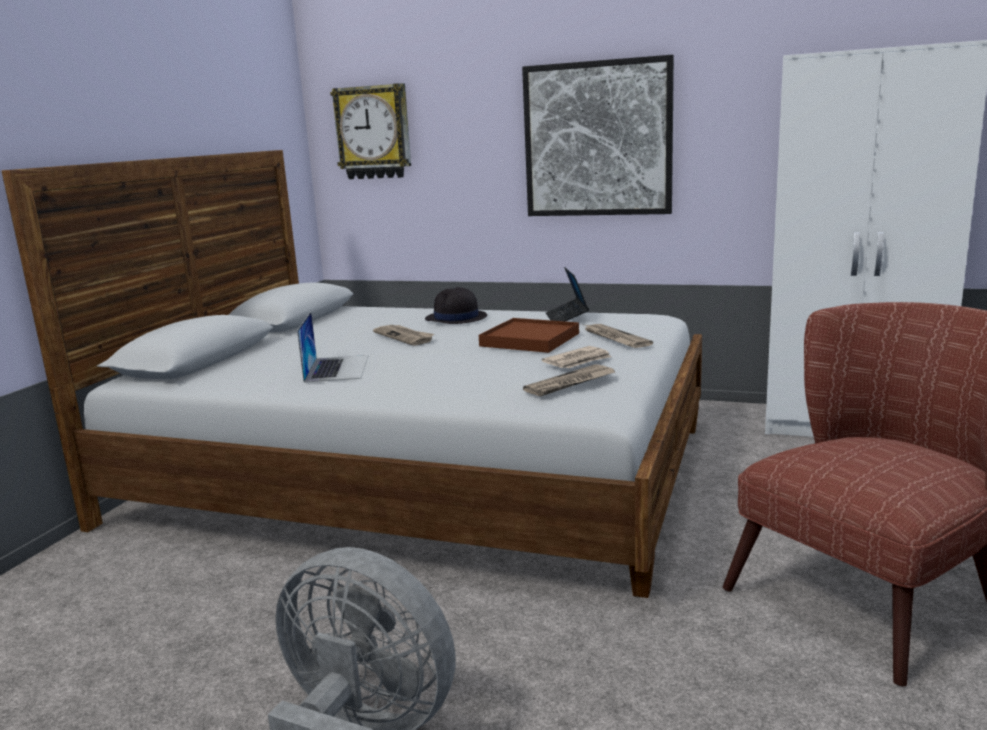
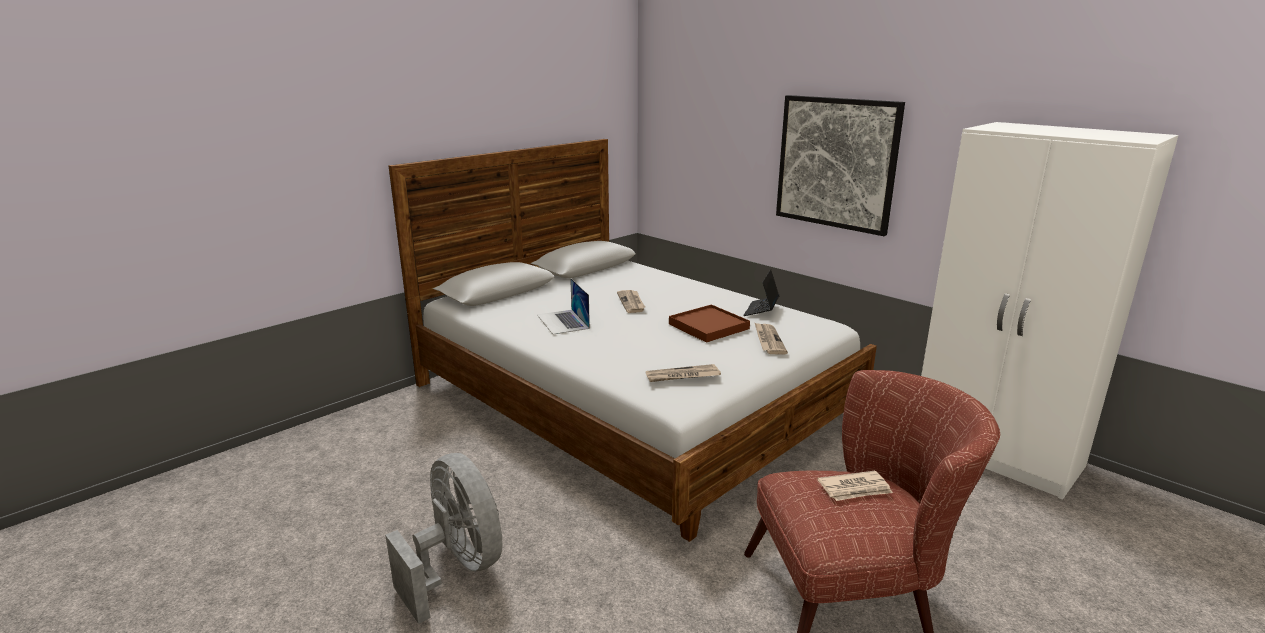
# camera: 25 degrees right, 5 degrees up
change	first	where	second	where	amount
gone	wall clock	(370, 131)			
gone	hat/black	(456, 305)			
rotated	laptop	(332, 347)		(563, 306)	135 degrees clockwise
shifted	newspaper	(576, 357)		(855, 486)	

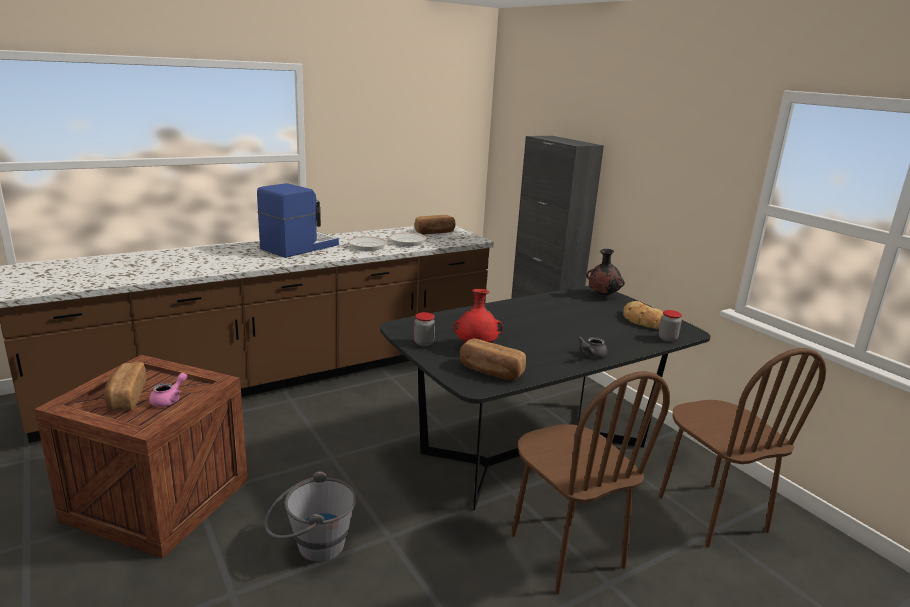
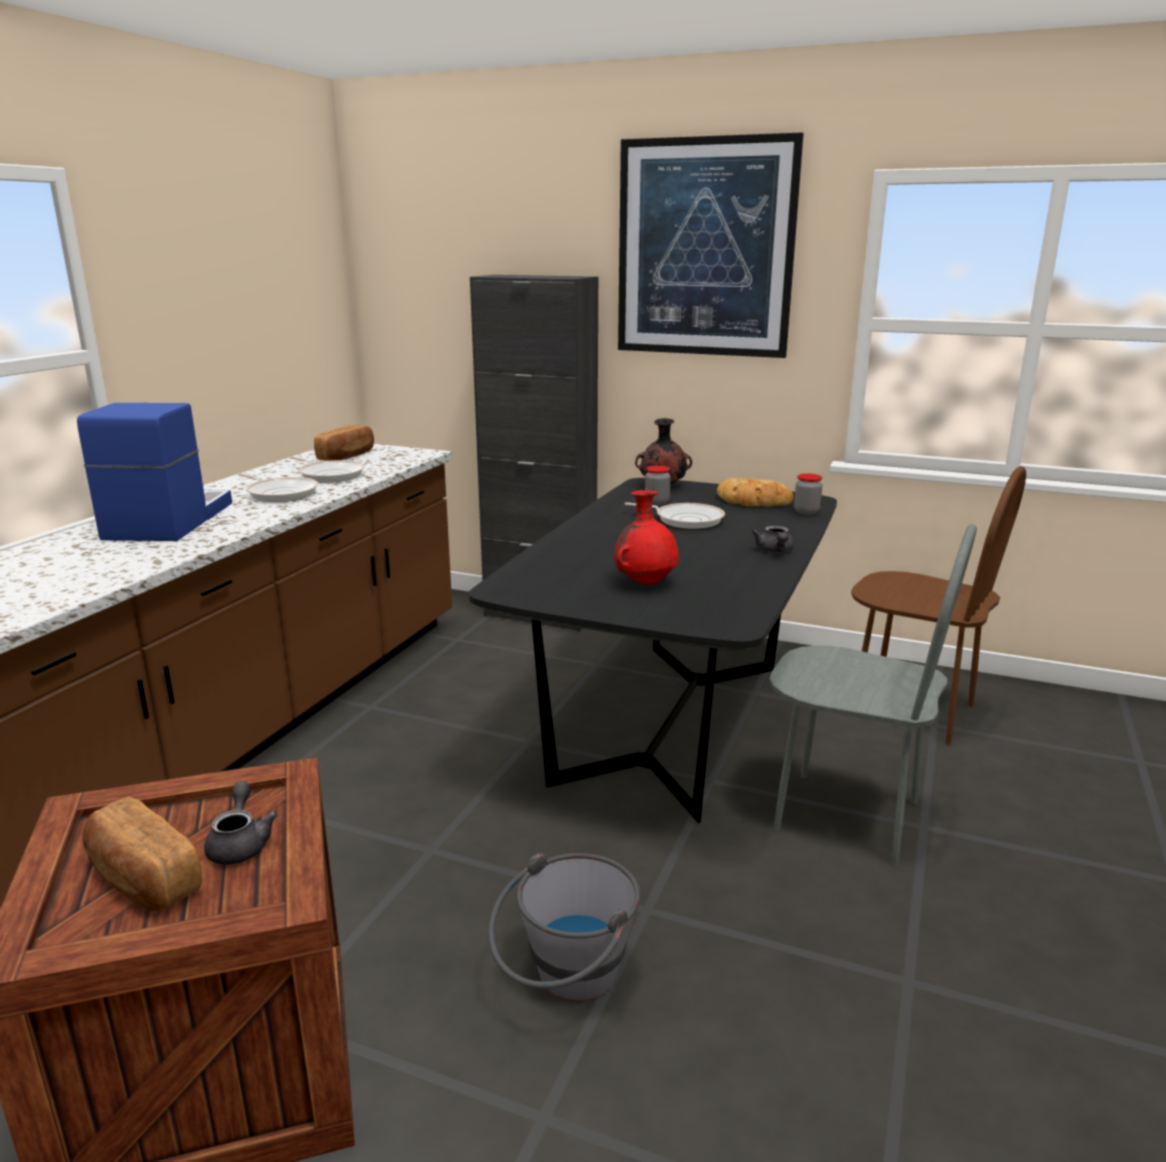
# camera: 35 degrees left, 0 degrees up
change	first	where	second	where	amount
shifted	jar	(424, 329)		(658, 486)	
gone	bread	(493, 359)			
repainted	chair/brown	(590, 482)	chair/grey	(873, 695)	
repainted	teapot/pink	(168, 390)	teapot/grey	(241, 823)	
new			picture	(711, 245)	
new			frying pan	(675, 515)	

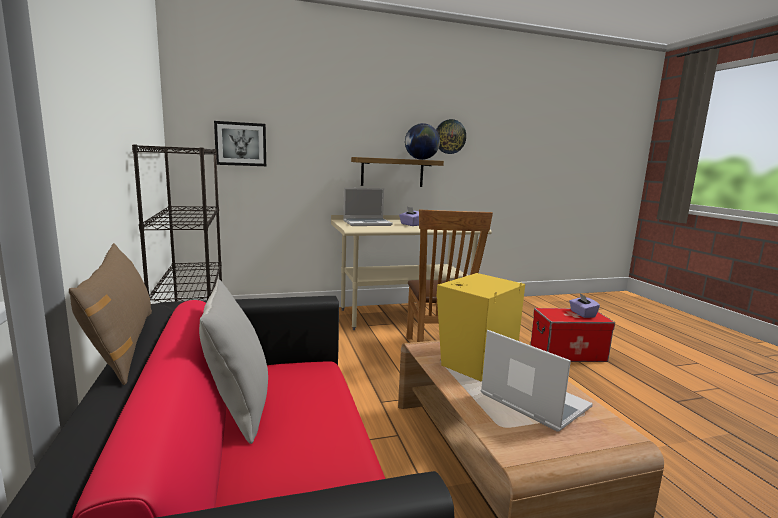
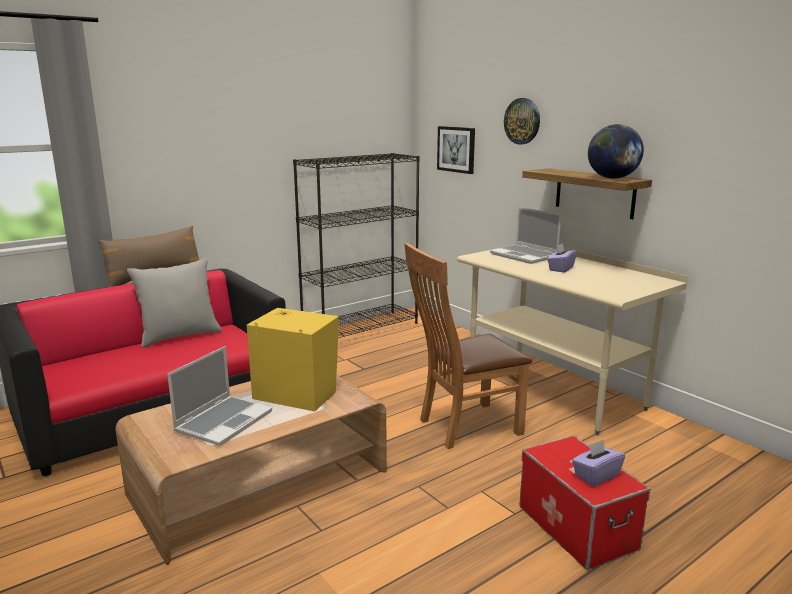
# camera: 70 degrees right, 5 degrees up
change	first	where	second	where	amount
shifted	wall clock	(451, 136)		(522, 121)	

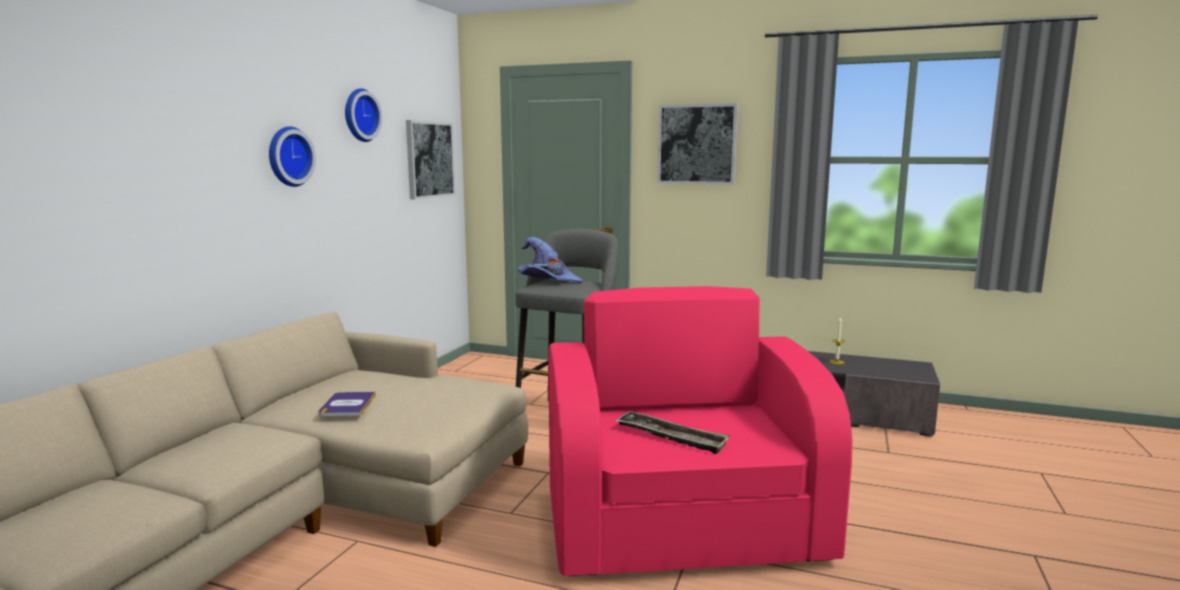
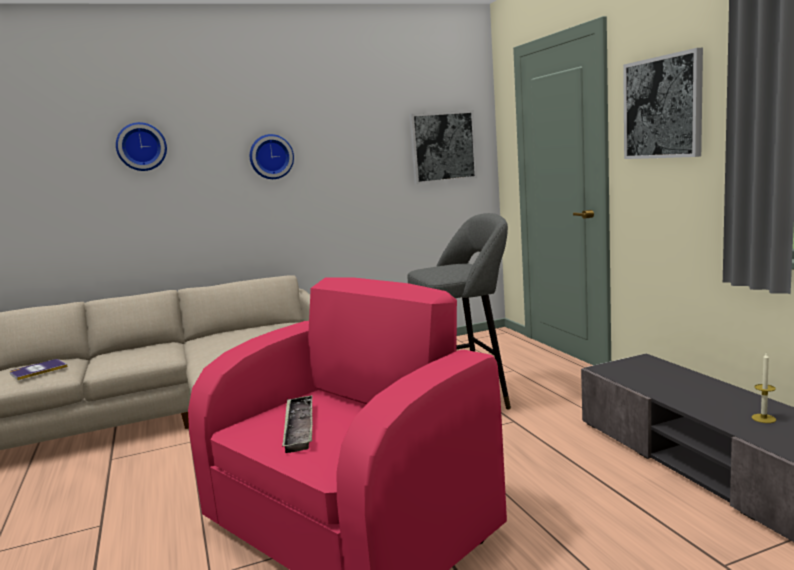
# camera: 50 degrees right, 0 degrees up
change	first	where	second	where	amount
shifted	wall clock	(363, 115)		(141, 146)	
gone	hat/purple	(550, 260)			
shifted	book	(347, 404)		(39, 369)	

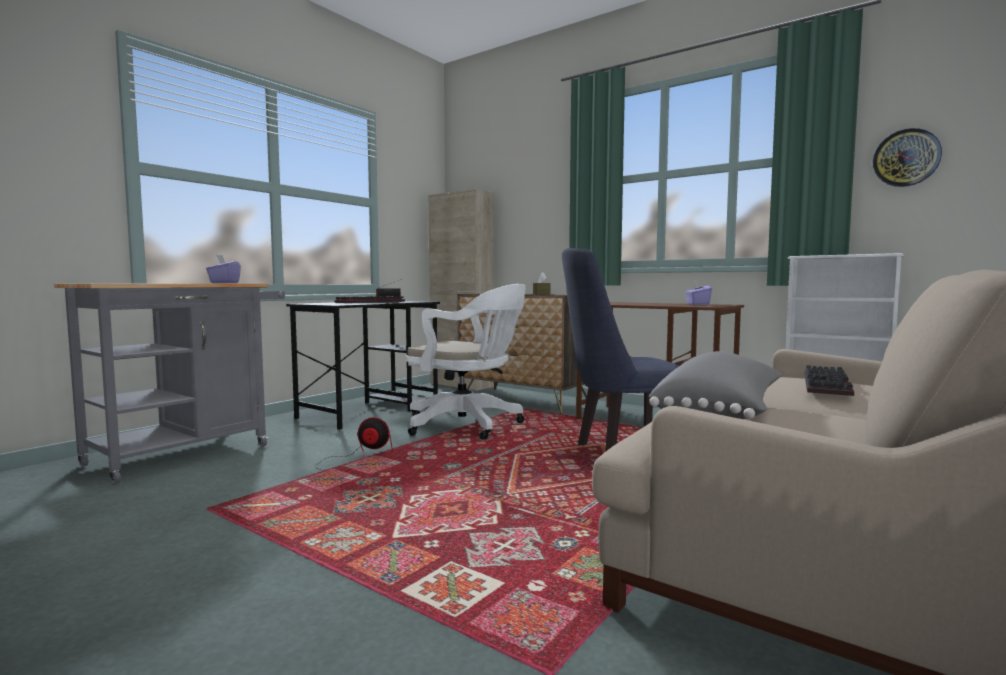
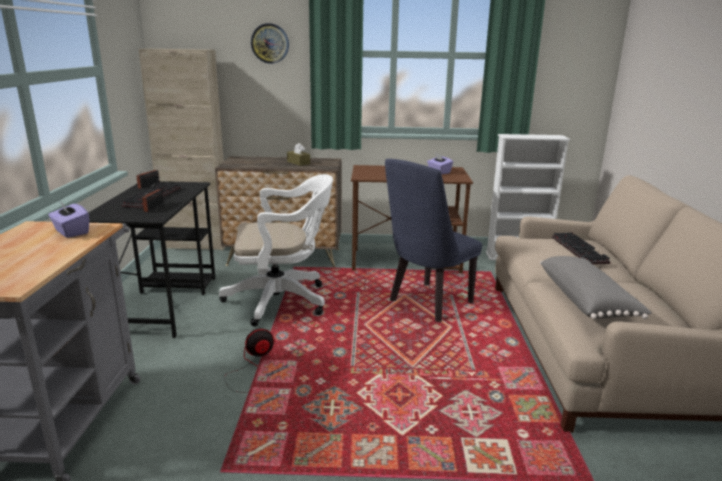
# camera: 35 degrees left, 15 degrees up
change	first	where	second	where	amount
shifted	wall clock	(907, 157)		(270, 43)	
new			radio	(153, 196)	

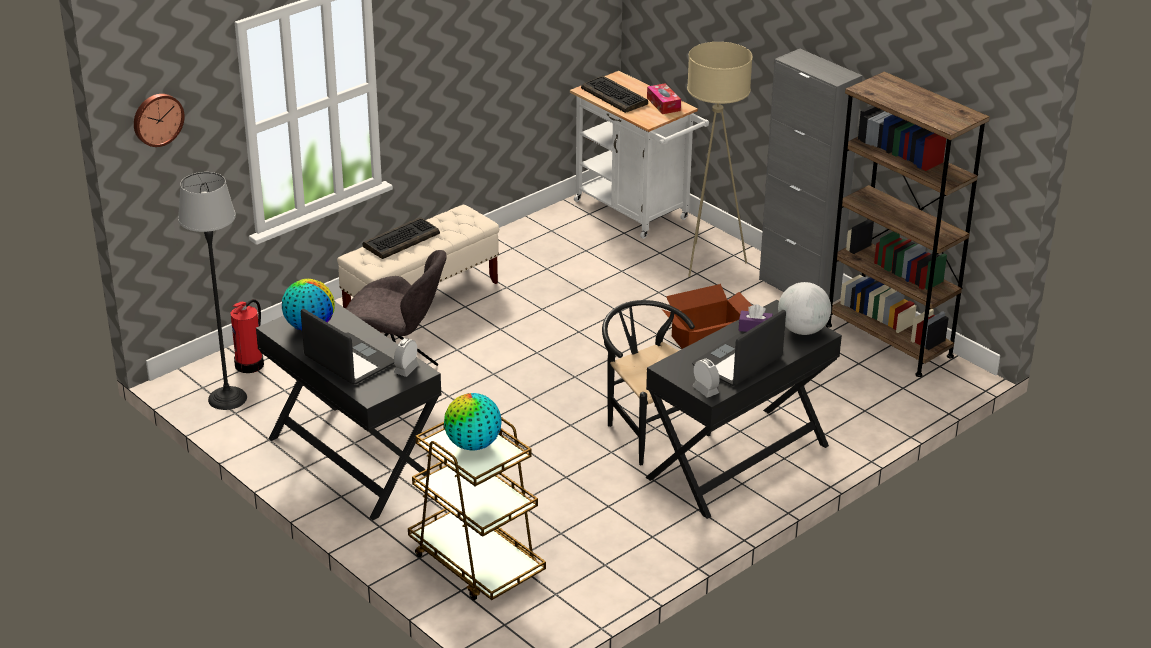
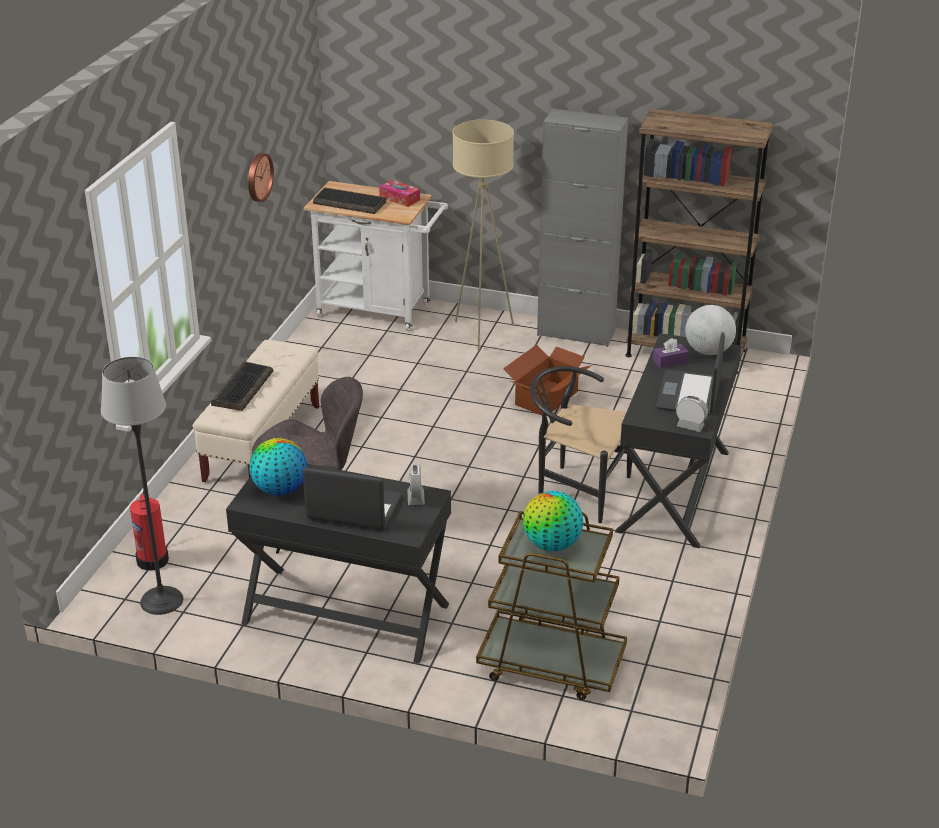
# camera: 30 degrees left, 0 degrees up
change	first	where	second	where	amount
shifted	wall clock	(159, 120)		(261, 177)	

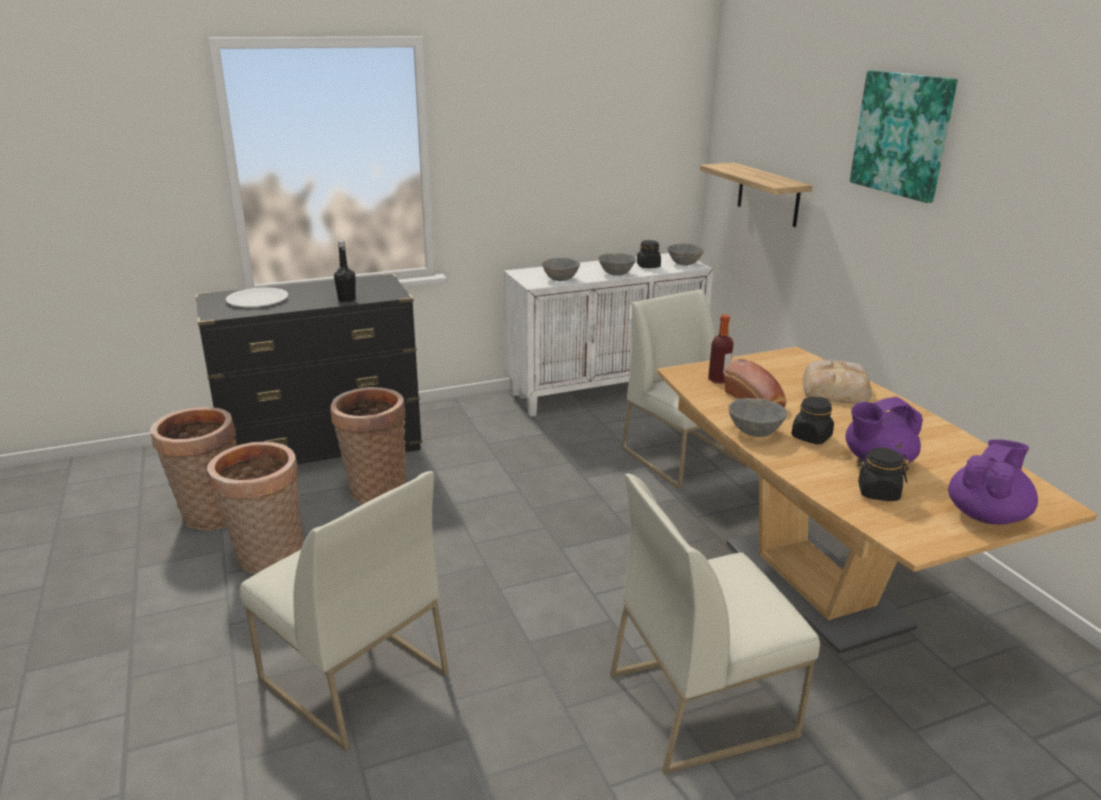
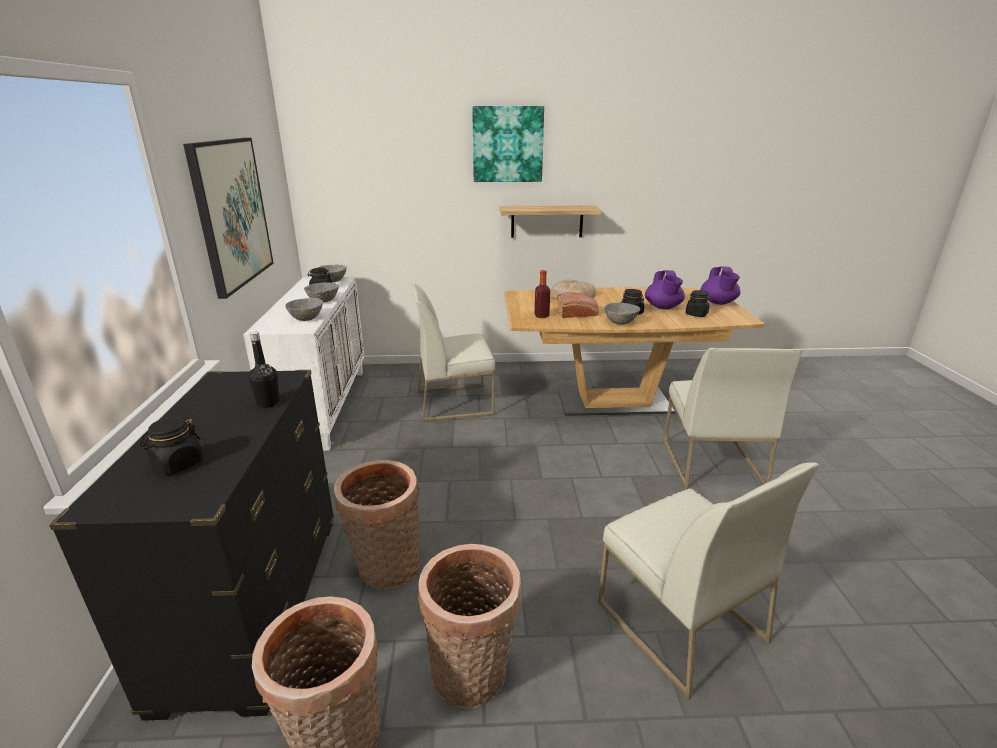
# camera: 70 degrees left, 0 degrees up
change	first	where	second	where	amount
shifted	shelf	(756, 195)		(551, 221)	
swapped	plate/white	(257, 297)	jar/black	(171, 445)	
rotated	teapot/purple	(993, 482)		(720, 285)	150 degrees counterclockwise
rotated	chair/white	(344, 611)		(708, 580)	90 degrees clockwise
new			picture	(228, 218)	

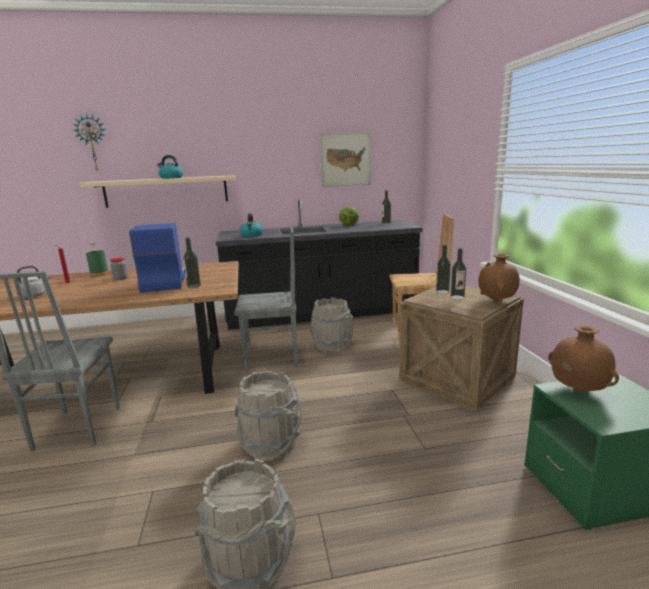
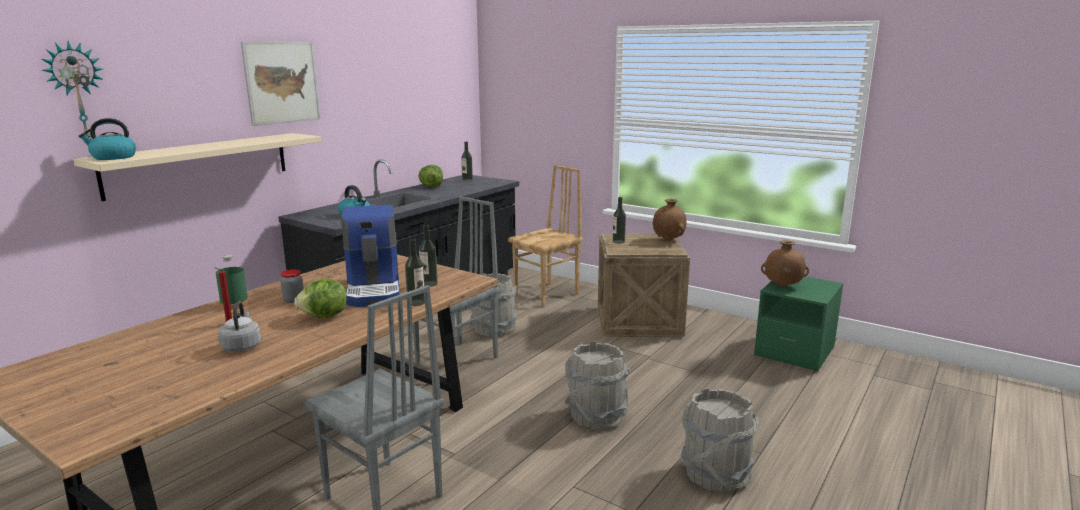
# camera: 45 degrees left, 0 degrees up
change	first	where	second	where	amount
shifted	picture	(345, 159)		(281, 84)	
shifted	kettle	(170, 167)		(107, 139)	
rotated	coffee machine	(157, 258)		(370, 256)	135 degrees counterclockwise
shifted	bottle	(458, 274)		(415, 272)	
new			lettuce	(320, 298)	

